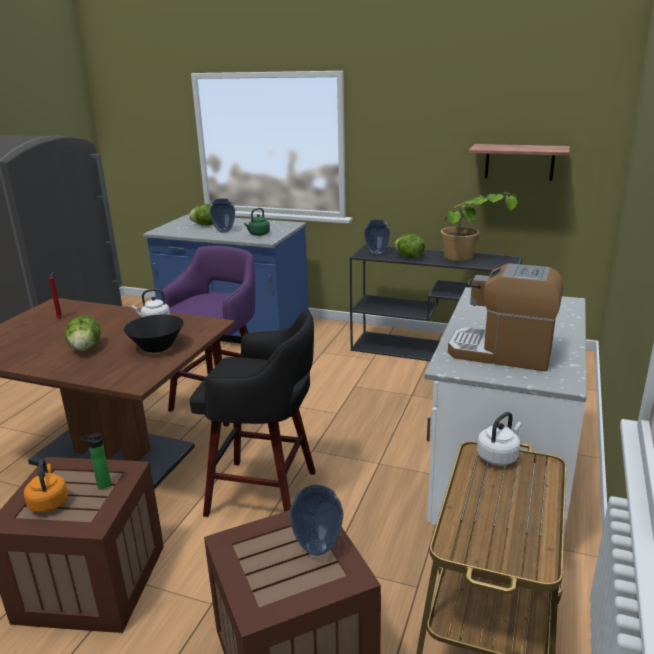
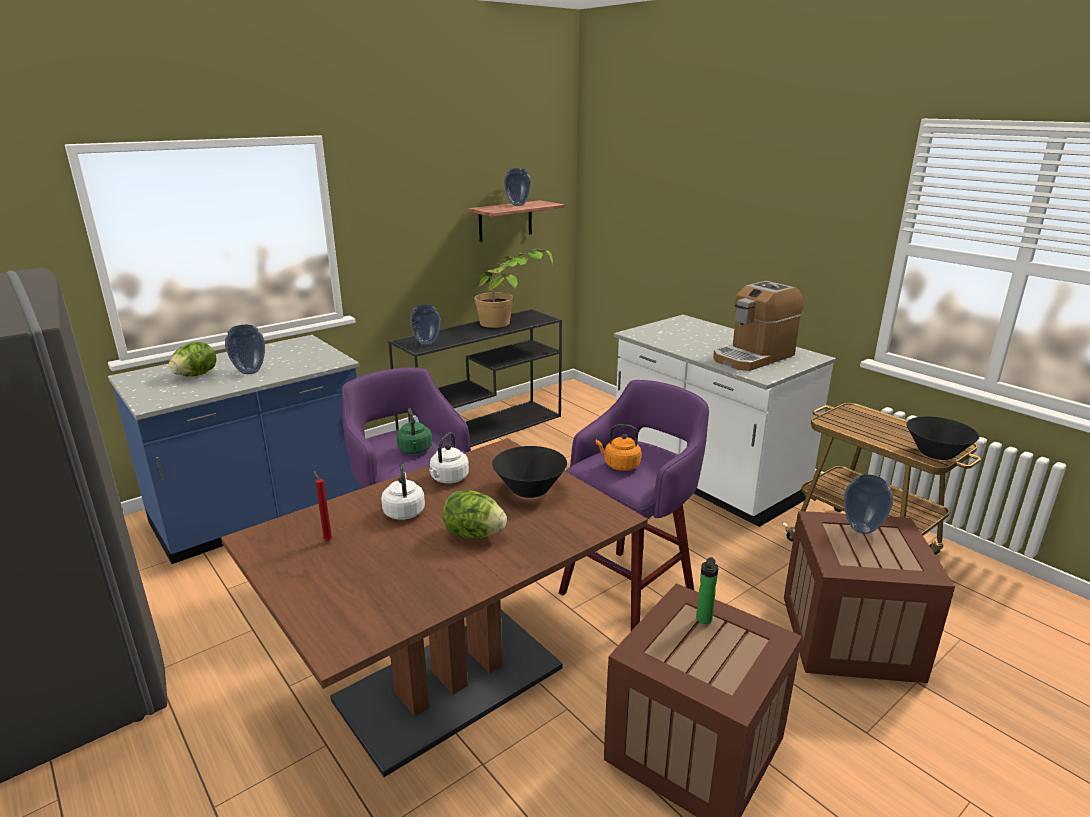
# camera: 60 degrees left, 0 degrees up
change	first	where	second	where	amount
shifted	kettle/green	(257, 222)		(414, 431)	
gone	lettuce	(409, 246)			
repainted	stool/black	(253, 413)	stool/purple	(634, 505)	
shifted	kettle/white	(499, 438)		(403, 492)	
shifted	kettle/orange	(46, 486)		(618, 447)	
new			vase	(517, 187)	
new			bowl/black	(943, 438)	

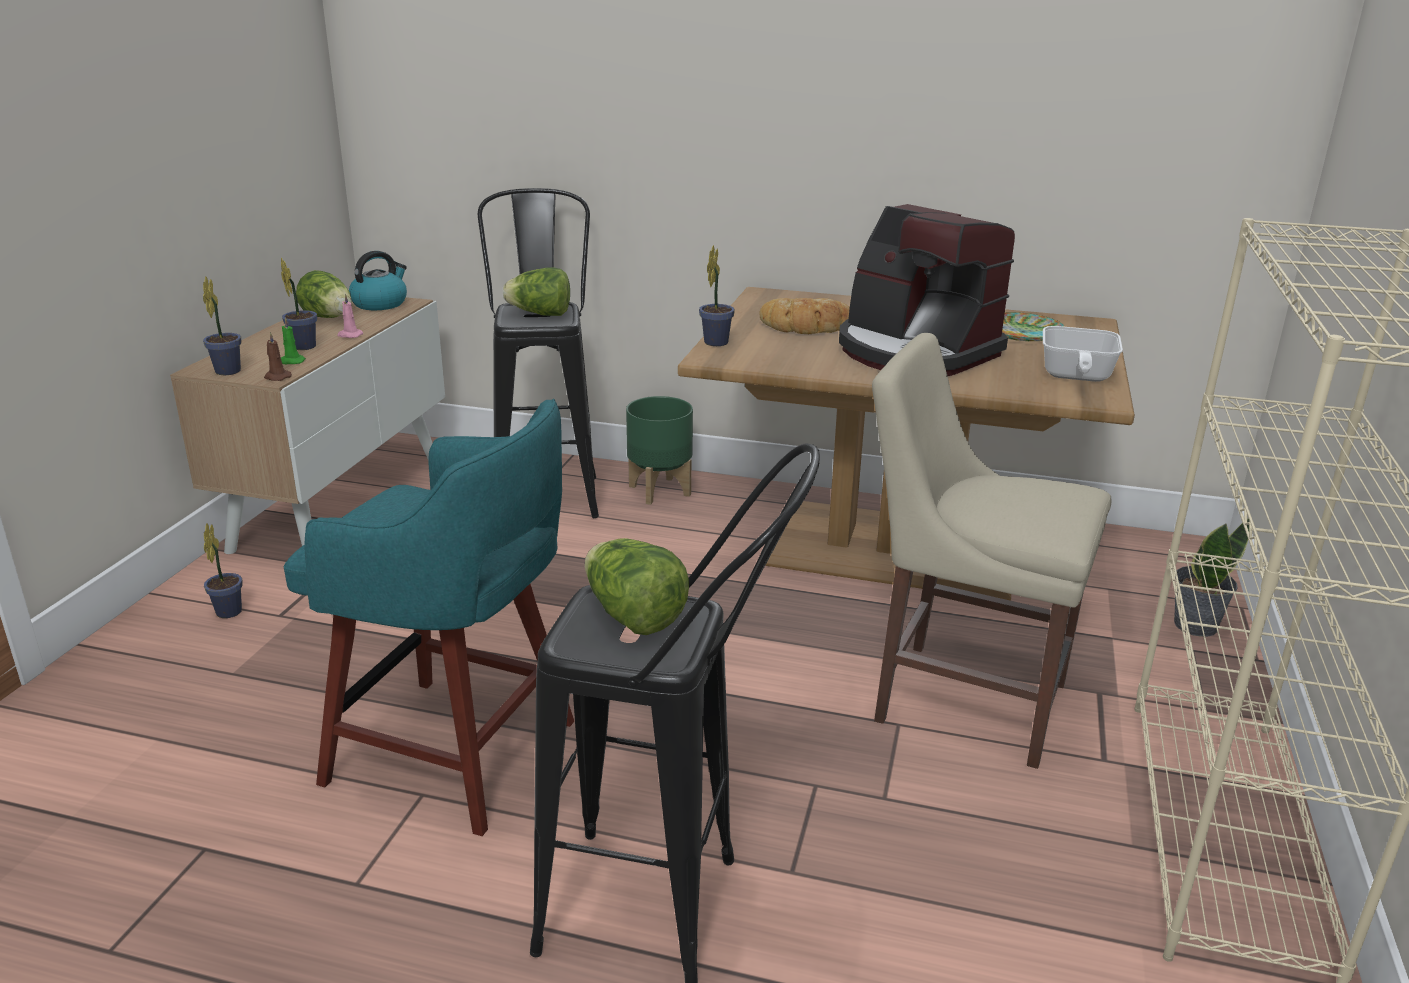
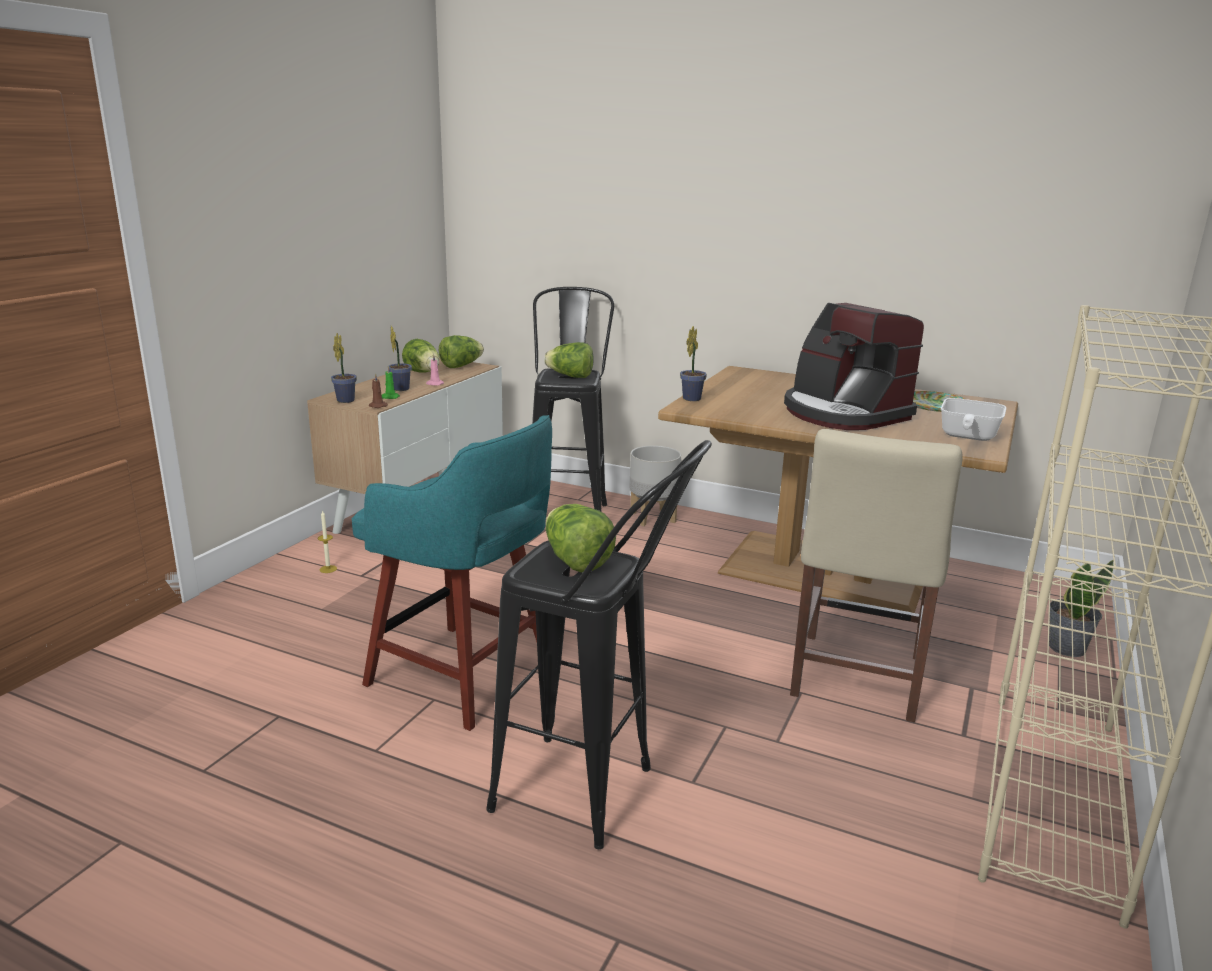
# camera: 10 degrees right, 5 degrees down
change	first	where	second	where	amount
swapped	kettle	(378, 280)	lettuce	(461, 351)	
gone	bread	(804, 316)			
rotated	chair/beige	(992, 551)		(876, 575)	105 degrees counterclockwise
repainted	planter/green	(659, 450)	planter/grey	(655, 485)	
swapped	potted plant	(223, 570)	candle	(327, 541)	

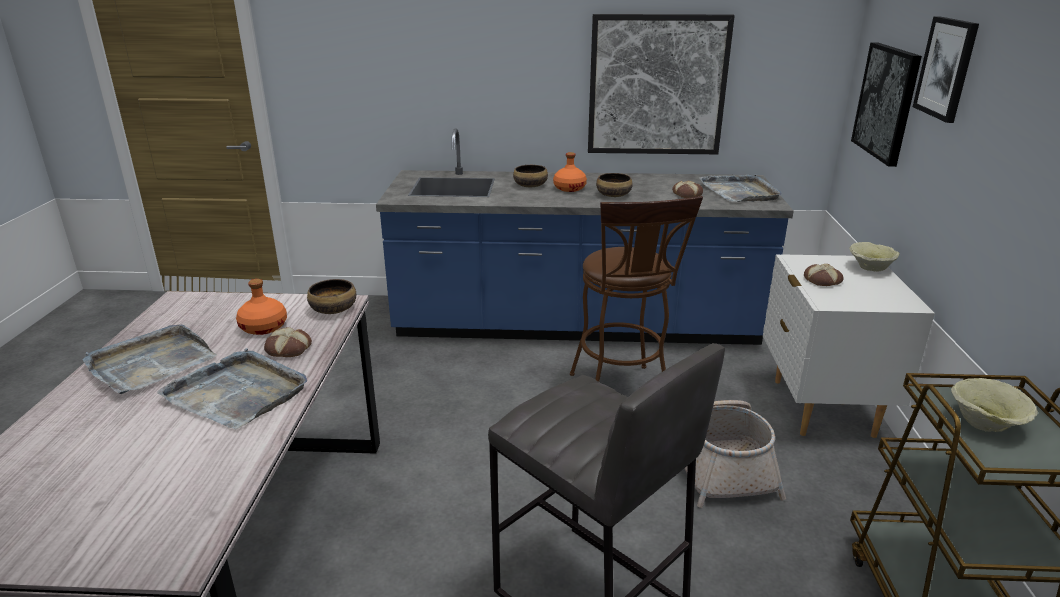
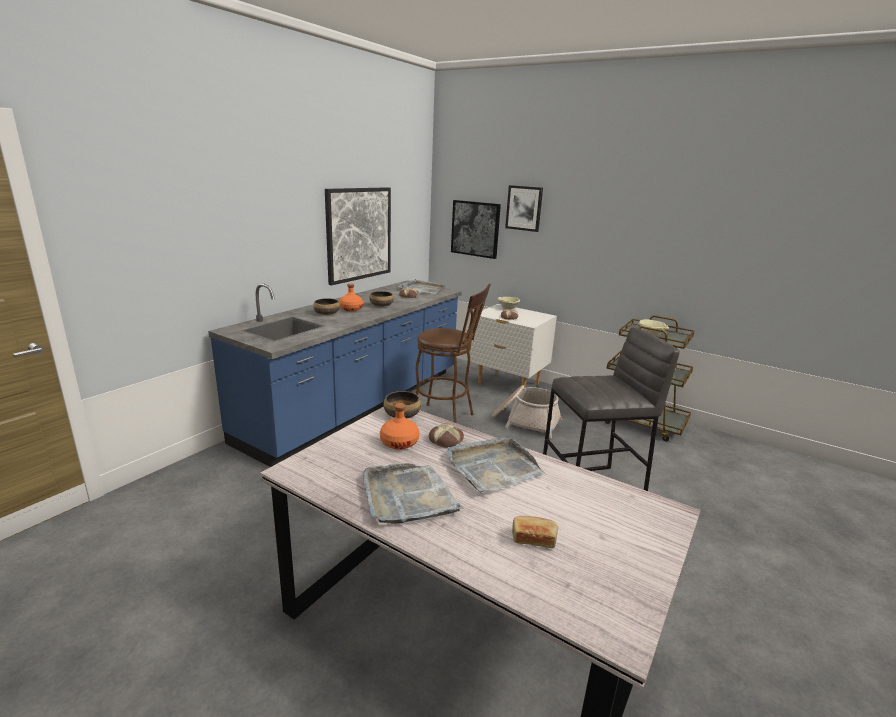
# camera: 60 degrees left, 5 degrees down
change	first	where	second	where	amount
new			bread	(535, 532)	

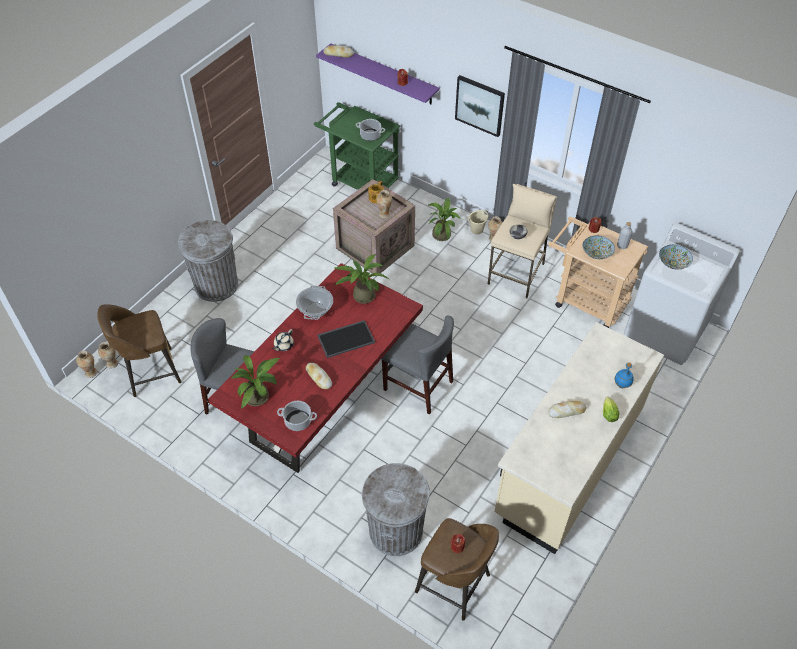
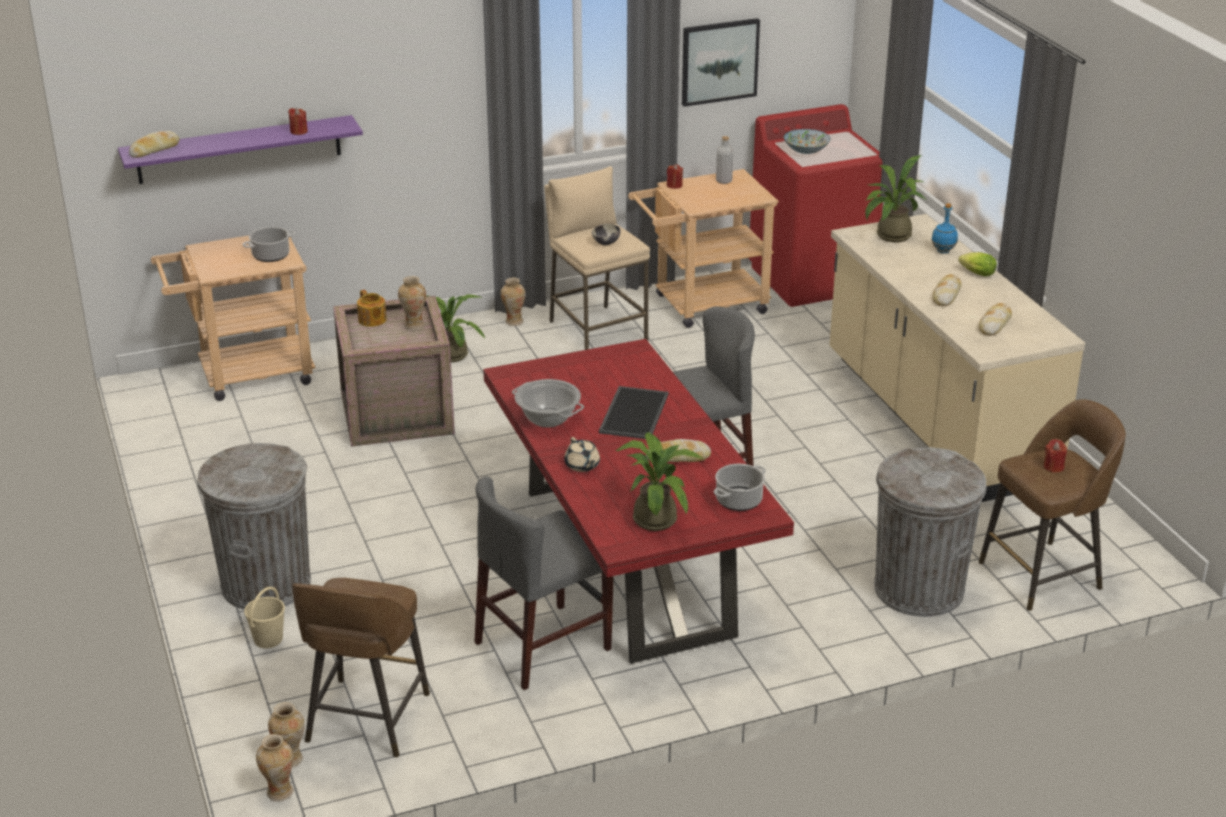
# camera: 55 degrees left, 20 degrees down
change	first	where	second	where	amount
shifted	picture	(480, 106)		(721, 62)	
repainted	cart/green	(357, 146)	cart/beige	(233, 318)	
shifted	bucket/beige	(478, 222)		(264, 617)	
repainted	washing machine/white	(682, 294)	washing machine/red	(815, 205)	
gone	bowl	(599, 247)			
shifted	potted plant	(361, 279)		(896, 198)	
new			bread	(995, 319)	

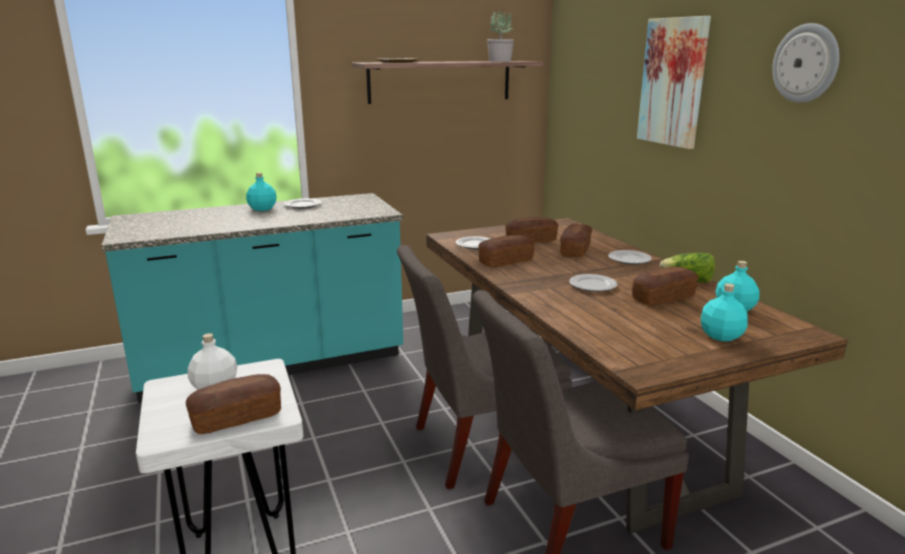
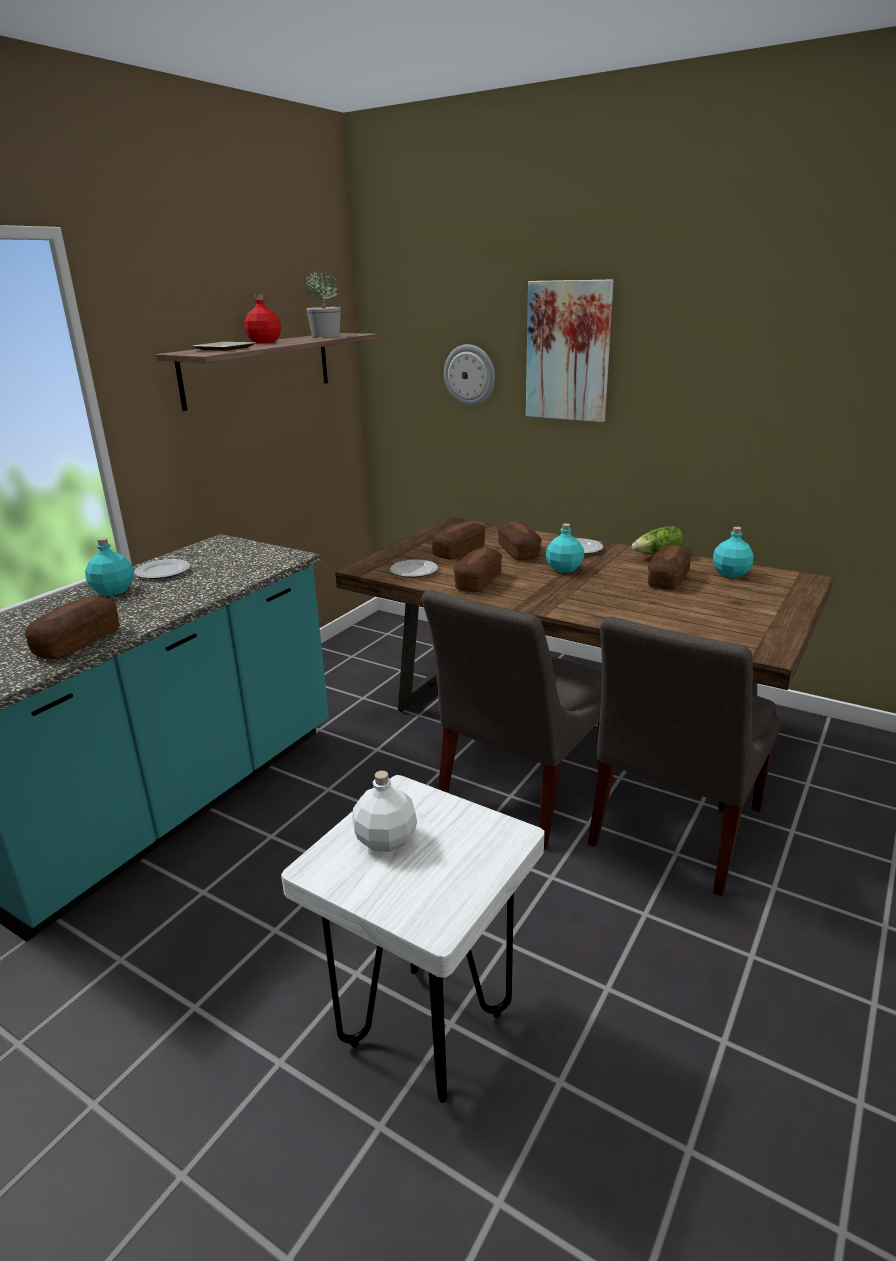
# camera: 35 degrees left, 5 degrees up
change	first	where	second	where	amount
shifted	wall clock	(806, 63)		(469, 375)	
gone	plate	(593, 283)			
shifted	bottle/turquoise	(724, 312)		(565, 548)	
shifted	bread	(233, 404)		(72, 628)	
new			bottle/red	(262, 319)	

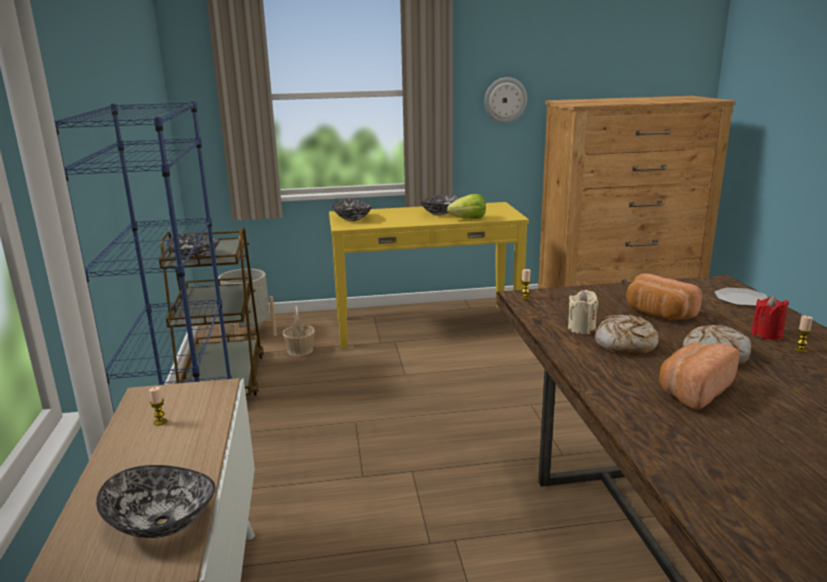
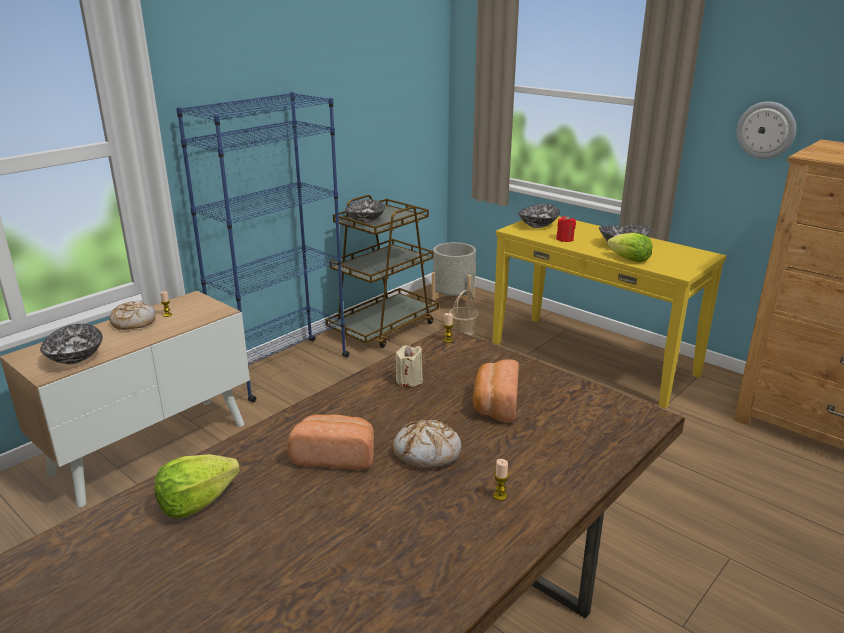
# camera: 50 degrees right, 5 degrees up
change	first	where	second	where	amount
gone	plate	(741, 297)			
shifted	candle/red	(770, 317)		(566, 228)	
shifted	bread	(627, 334)		(132, 315)	
new			lettuce	(197, 486)	

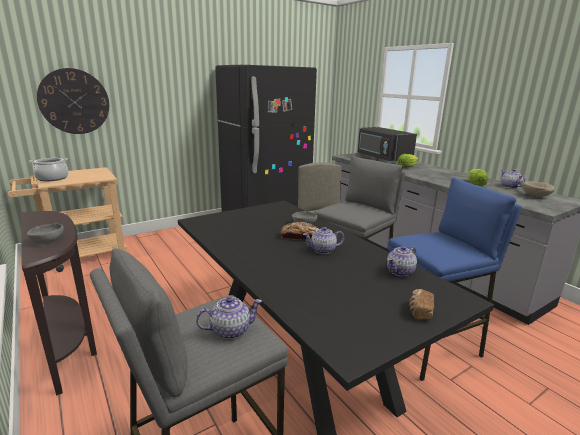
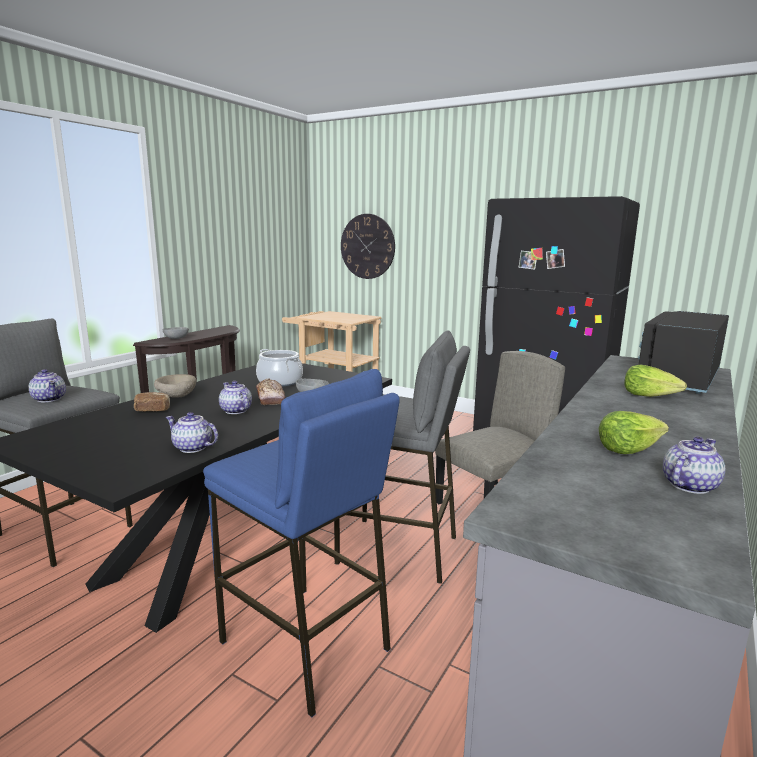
# camera: 65 degrees right, 5 degrees down
change	first	where	second	where	amount
shifted	cooking pot	(48, 169)		(279, 368)	
shifted	bowl/beige	(539, 189)		(175, 385)	
shifted	bread	(421, 304)		(152, 401)	

